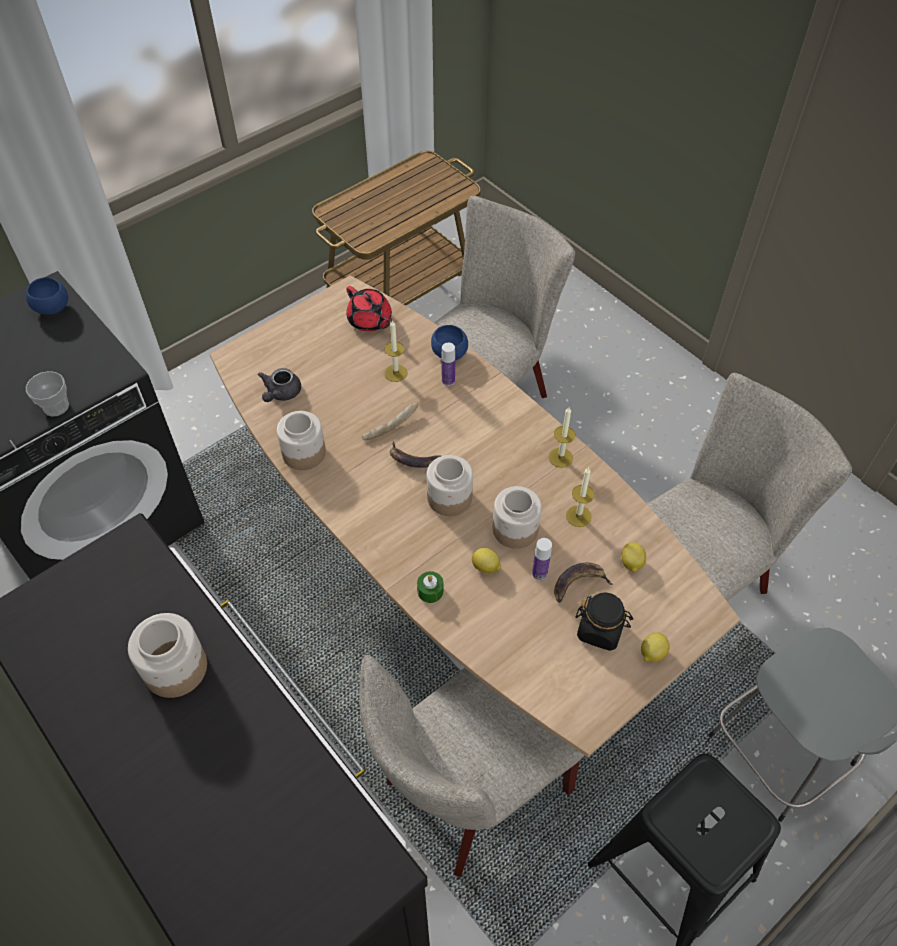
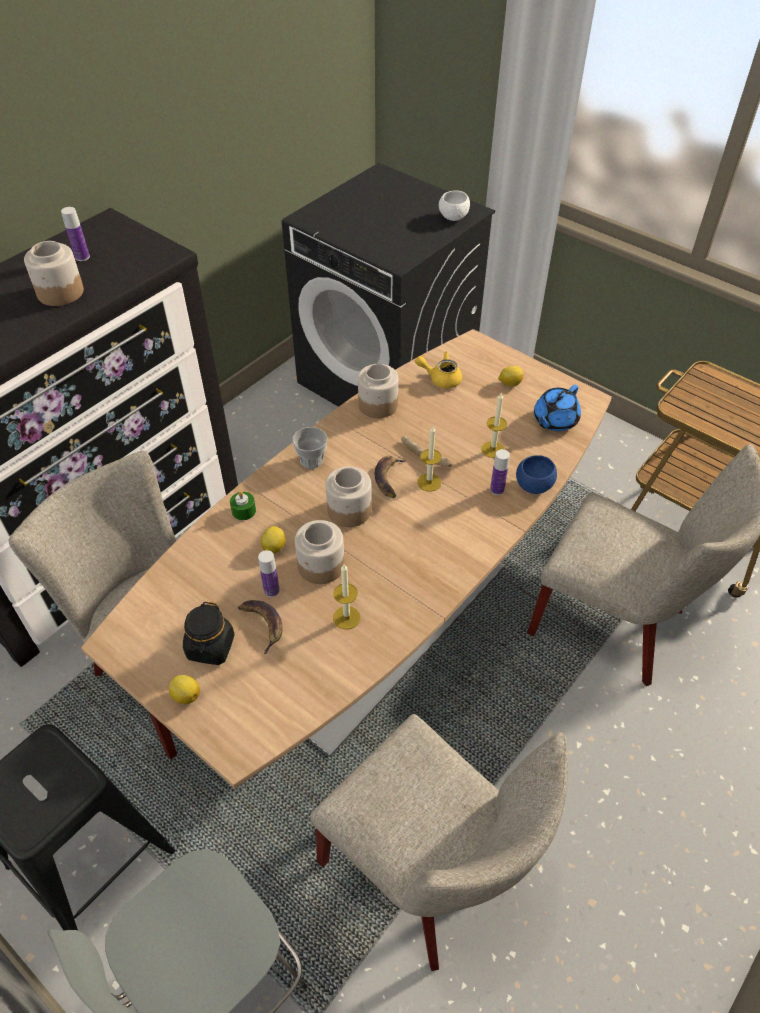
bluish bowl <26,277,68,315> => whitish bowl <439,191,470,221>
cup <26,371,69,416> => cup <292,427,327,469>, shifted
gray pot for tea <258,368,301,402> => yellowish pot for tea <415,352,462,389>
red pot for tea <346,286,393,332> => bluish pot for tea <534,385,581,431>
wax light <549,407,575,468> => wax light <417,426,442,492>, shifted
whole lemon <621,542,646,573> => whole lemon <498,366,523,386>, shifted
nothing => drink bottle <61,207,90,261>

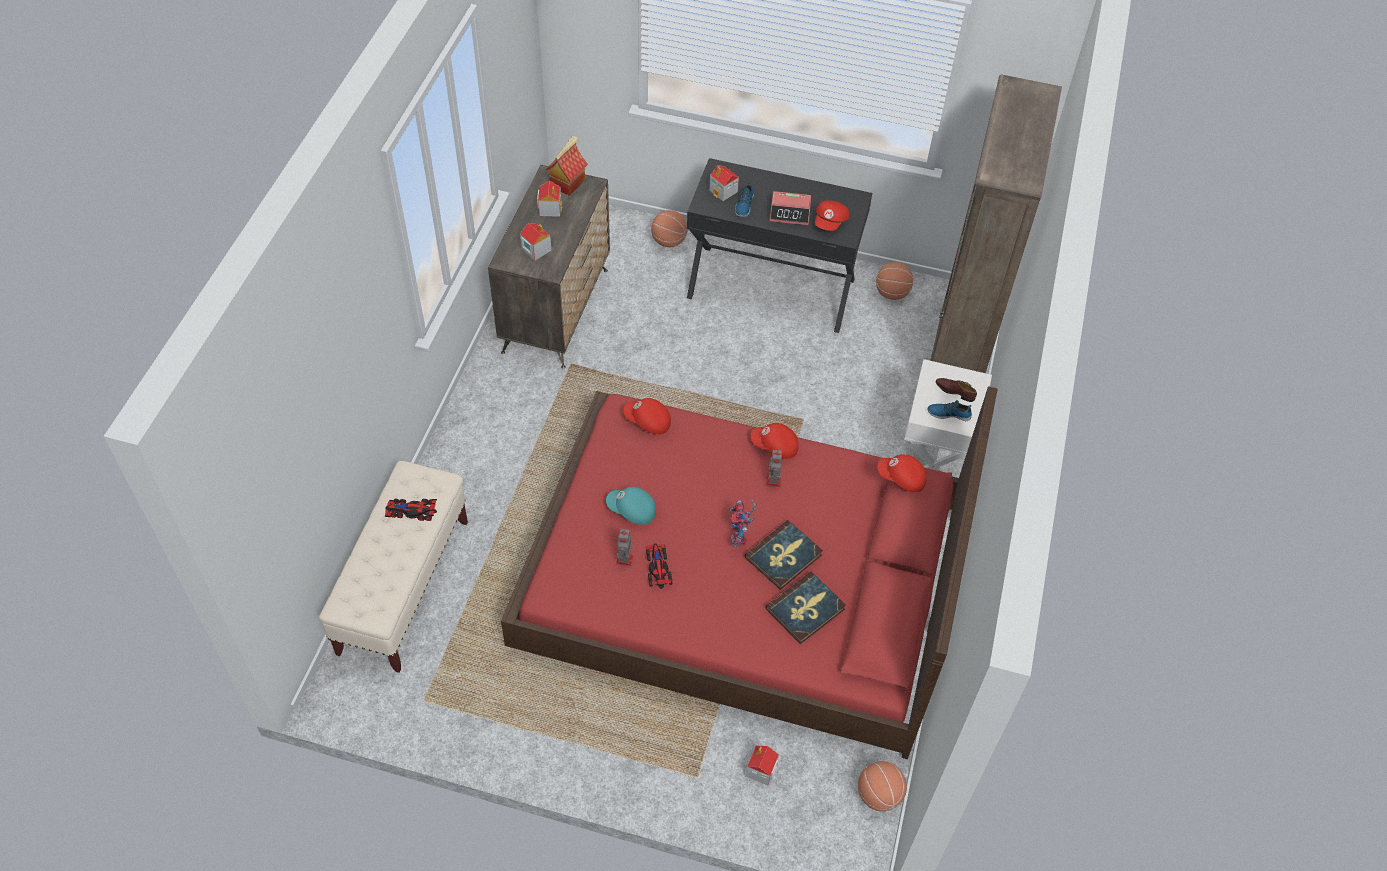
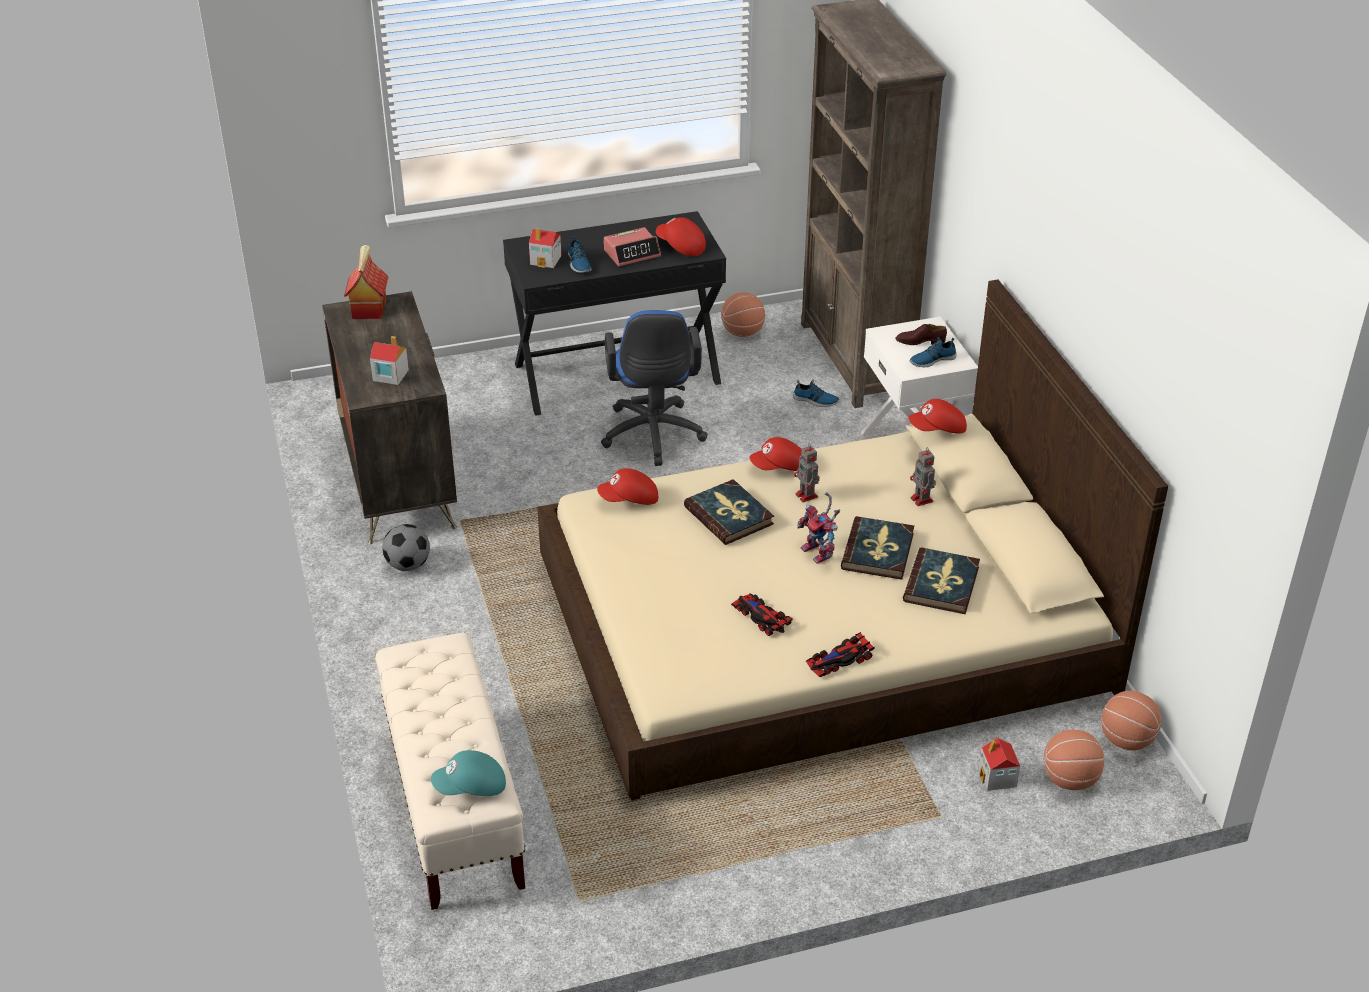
model car <385,499,437,521> => model car <806,632,875,677>, shifted
red sleeping bed <501,386,998,759> => sand-coloured sleeping bed <537,280,1168,800>
toy house <537,181,562,217> => nothing
turquoise-coloured cap <606,487,656,525> => turquoise-coloured cap <431,750,506,796>, shifted
robot figure <615,529,633,566> => robot figure <910,447,936,506>, shifted
ball for basketball <651,210,688,247> => ball for basketball <1044,730,1104,790>, shifted
red cap <815,200,850,231> => red cap <656,217,706,256>, 135 degrees clockwise
nothing => football <382,524,430,571>
nothing => bluish office chair <601,310,708,466>
nothing => volume <684,479,774,545>
nothing => low shoe <793,380,839,407>

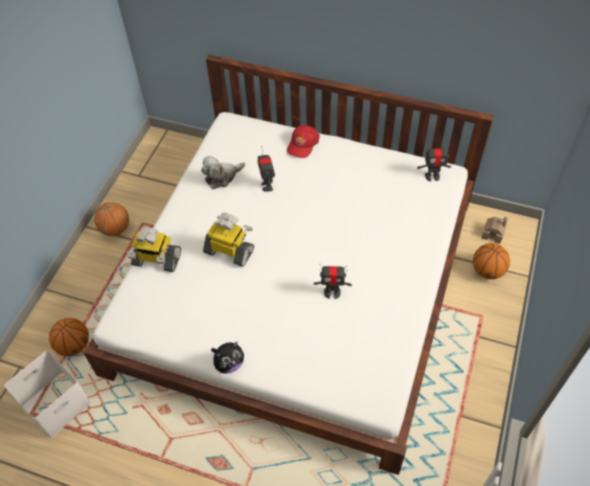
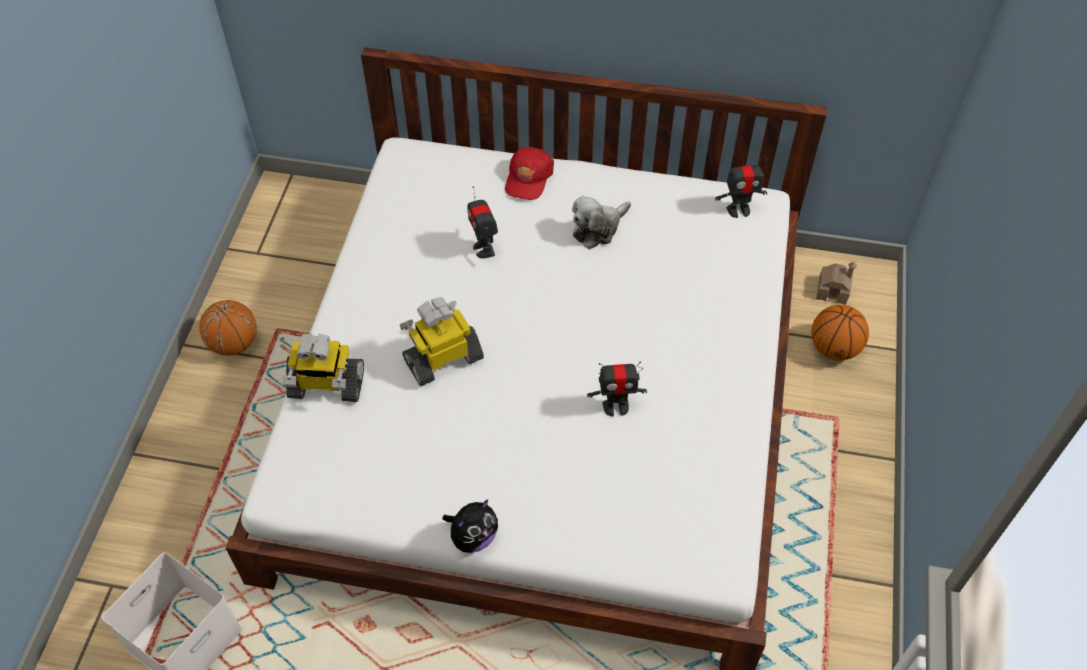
ball for basketball <49,318,89,356> => nothing
cuddly toy <201,156,245,189> => cuddly toy <572,196,631,249>, shifted
robot figure <203,213,254,267> => robot figure <400,297,484,386>, 45 degrees counterclockwise

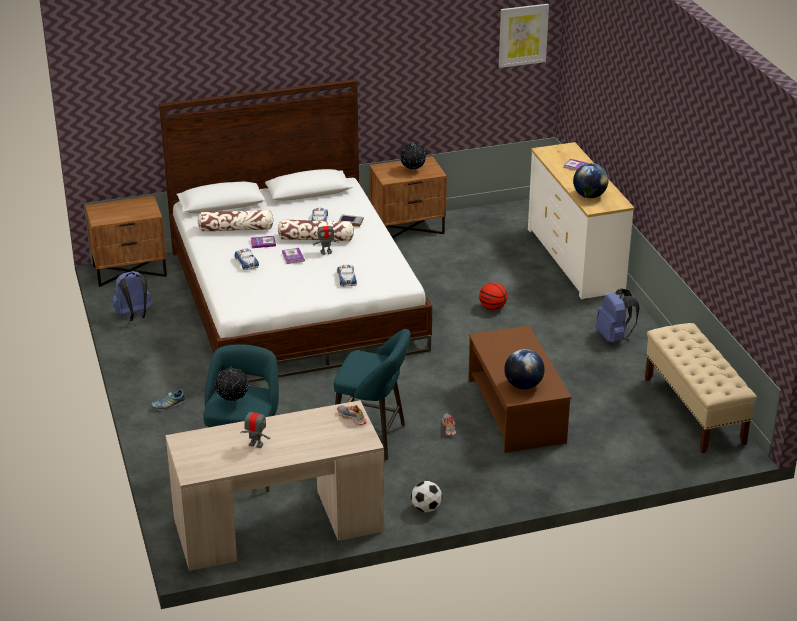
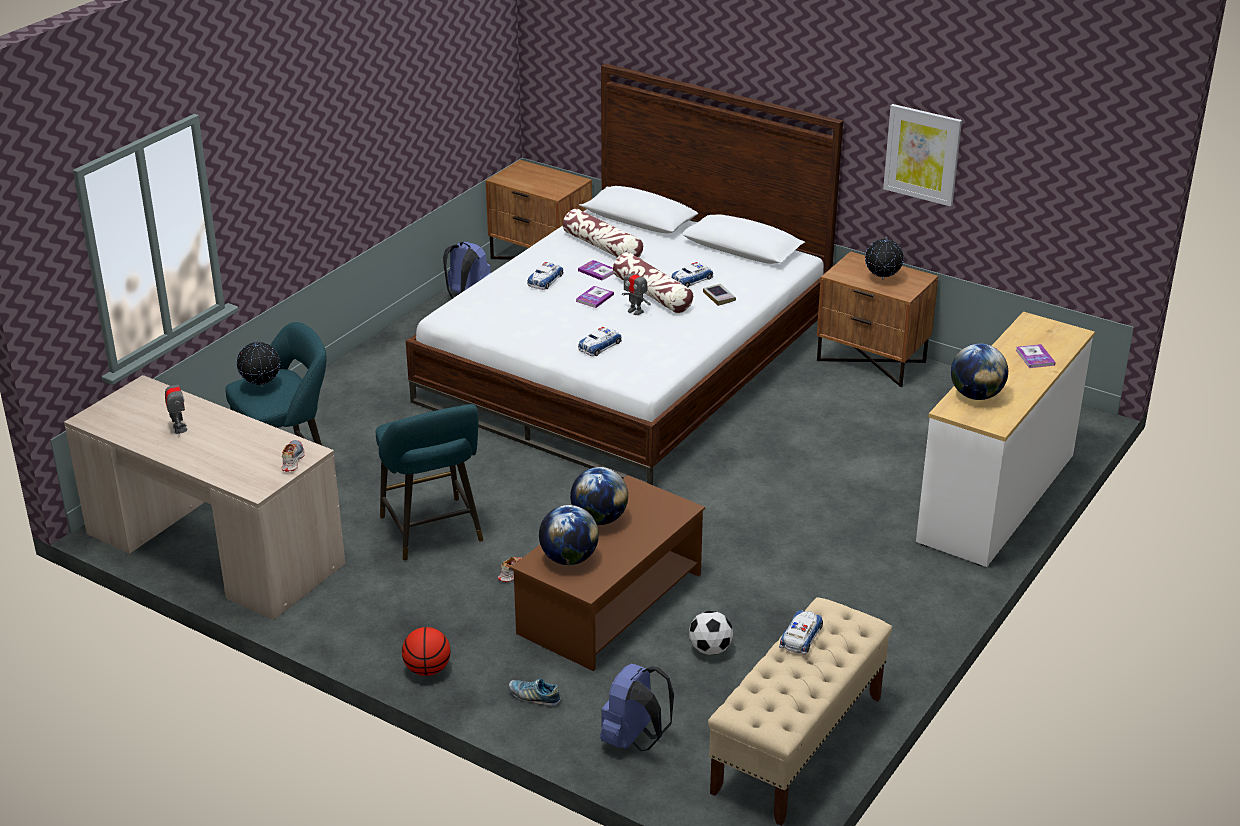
low shoe <151,389,185,410> => low shoe <509,678,561,706>, shifted
football <411,481,442,512> => football <689,611,733,655>, shifted
ball for basketball <479,282,507,310> => ball for basketball <402,627,451,676>, shifted
wall picture <499,4,549,68> => wall picture <883,104,962,206>, shifted
bluish rucksack <596,288,640,343> => bluish rucksack <600,664,674,751>, shifted
nothing => world globe <570,467,628,525>
nothing => model car <779,610,823,655>

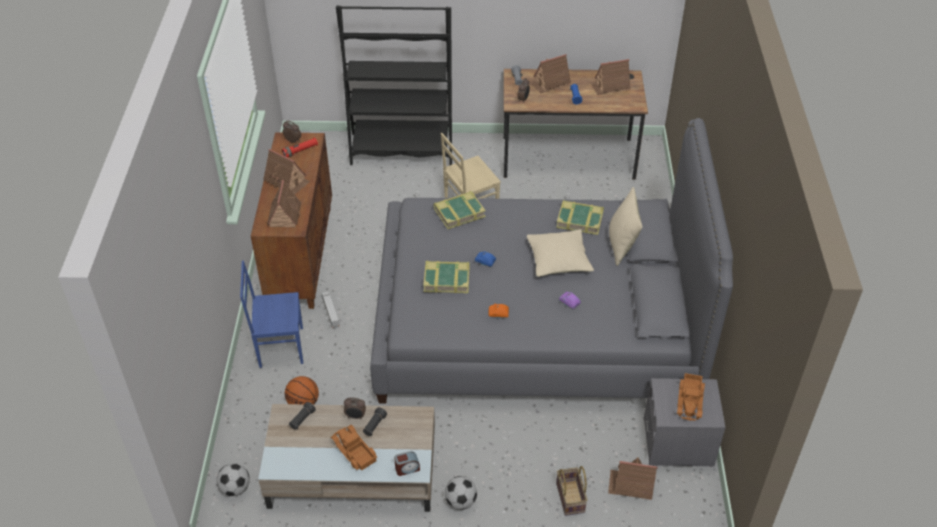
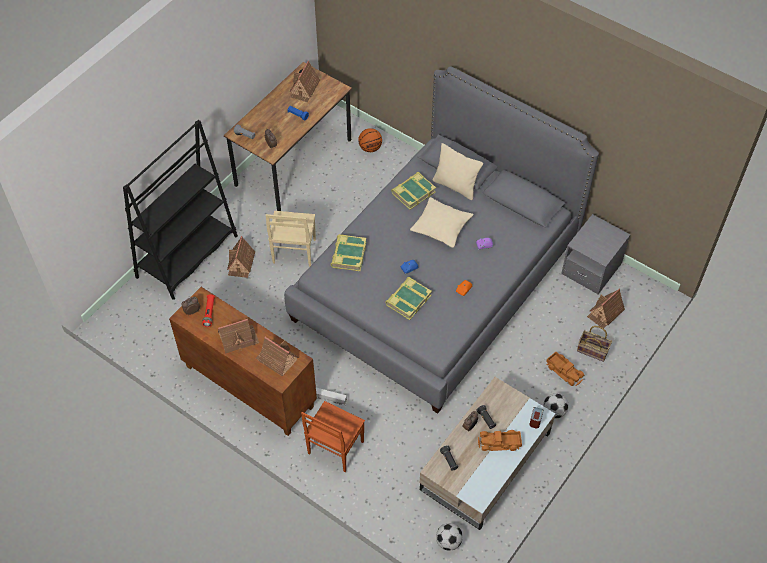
bluish upright chair <240,261,303,368> => brownish upright chair <301,401,365,472>
ball for basketball <285,376,319,405> => ball for basketball <358,128,382,152>, shifted
toy house <530,54,571,94> => toy house <227,236,255,278>, shifted
toy lorry <677,373,705,421> => toy lorry <546,352,584,386>, shifted

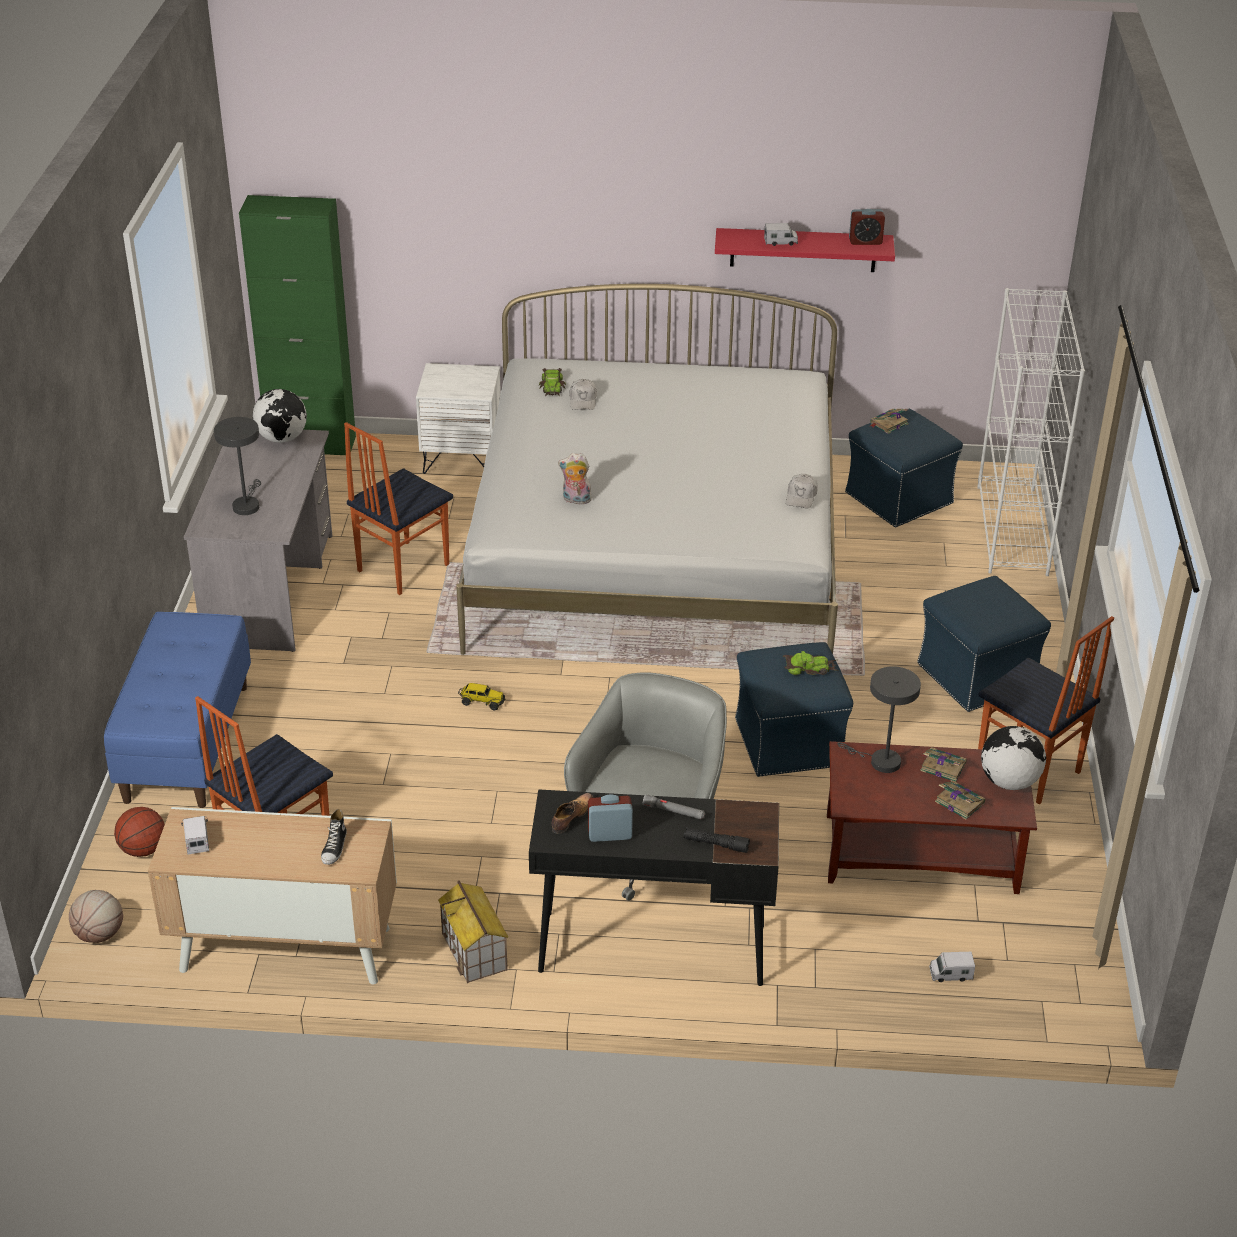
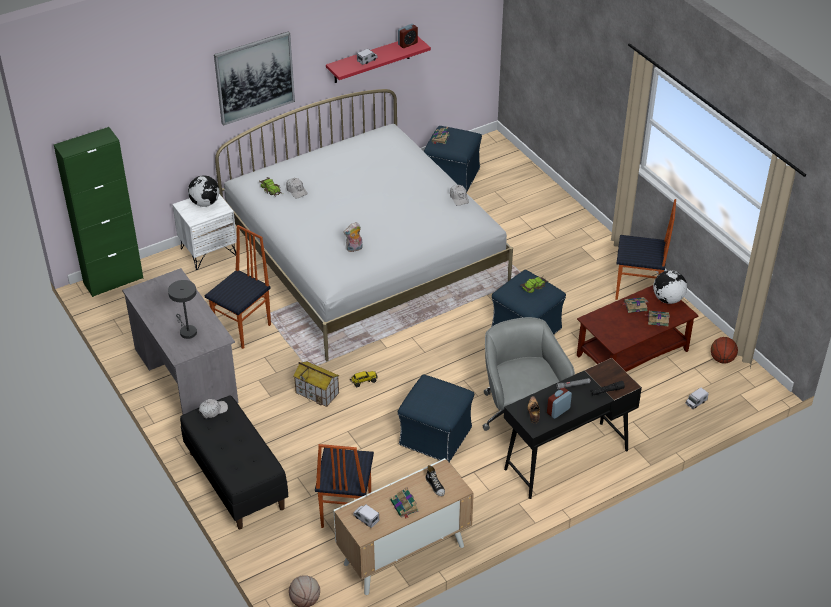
bluish indoor bench <104,612,251,808> => black-coloured indoor bench <180,395,288,529>
ball for basketball <114,807,165,857> => ball for basketball <711,337,738,364>, shifted
world globe <252,389,307,443> => world globe <188,175,220,207>, shifted
upright chair <344,422,453,595> => upright chair <205,225,271,349>, 150 degrees counterclockwise
toy house <438,880,508,983> => toy house <293,361,339,407>, shifted
gray tabletop lamp <837,666,921,773> => nothing
bluish ottoman <917,576,1051,712> => bluish ottoman <398,374,474,462>, shifted
whitish bookshelf <977,288,1085,576> => nothing
nothing => whitish cap <199,399,228,419>
nothing => wall picture <214,32,295,126>
nothing => volume <391,487,418,518>

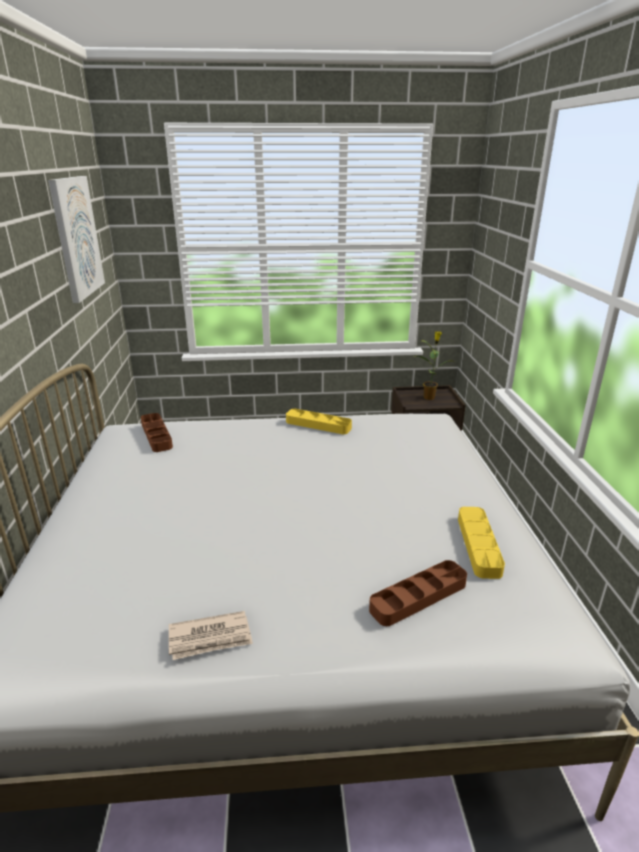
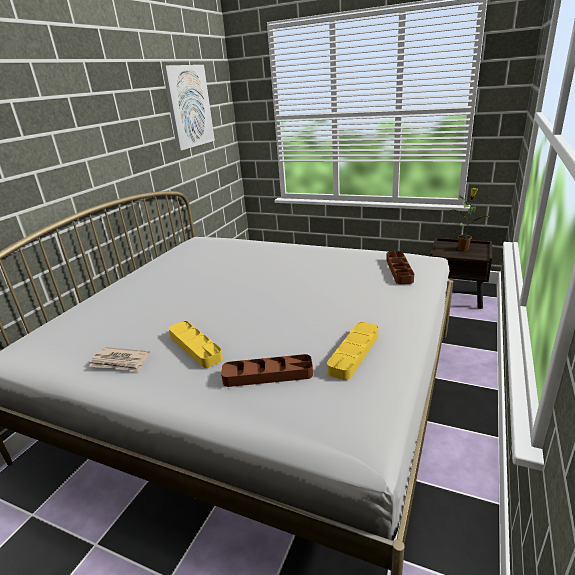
brownish tray <141,413,173,452> => brownish tray <386,251,414,284>, shifted
yellowish tray <286,409,352,434> => yellowish tray <168,321,223,368>, shifted

